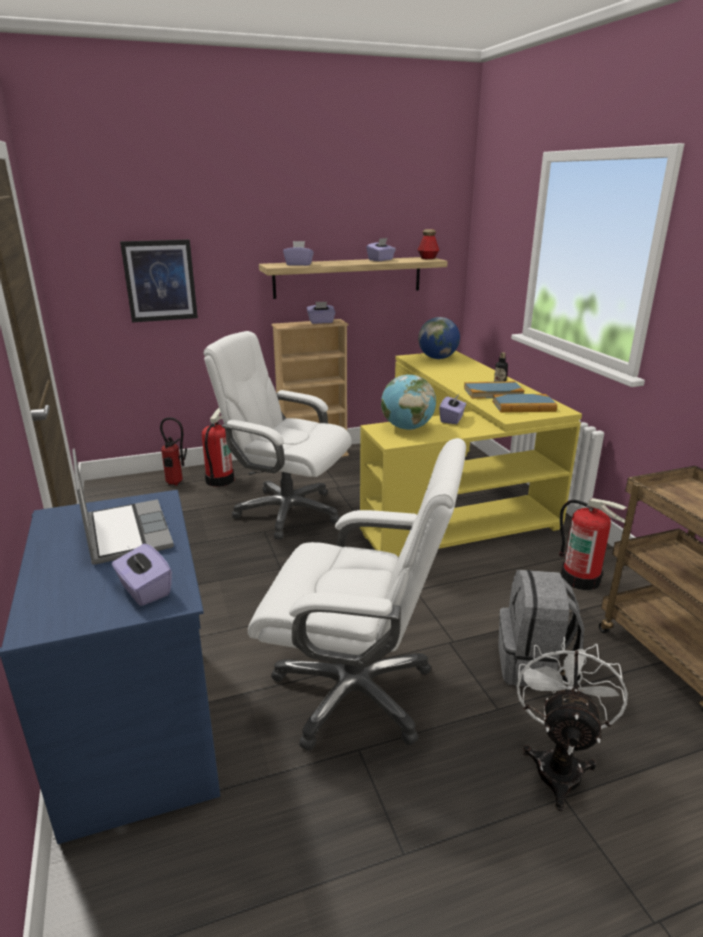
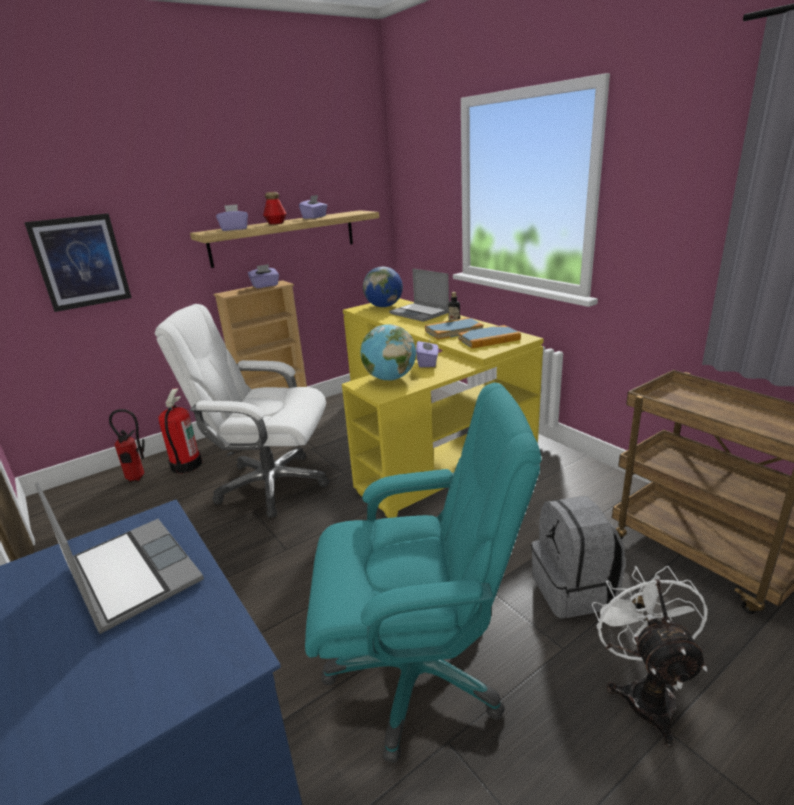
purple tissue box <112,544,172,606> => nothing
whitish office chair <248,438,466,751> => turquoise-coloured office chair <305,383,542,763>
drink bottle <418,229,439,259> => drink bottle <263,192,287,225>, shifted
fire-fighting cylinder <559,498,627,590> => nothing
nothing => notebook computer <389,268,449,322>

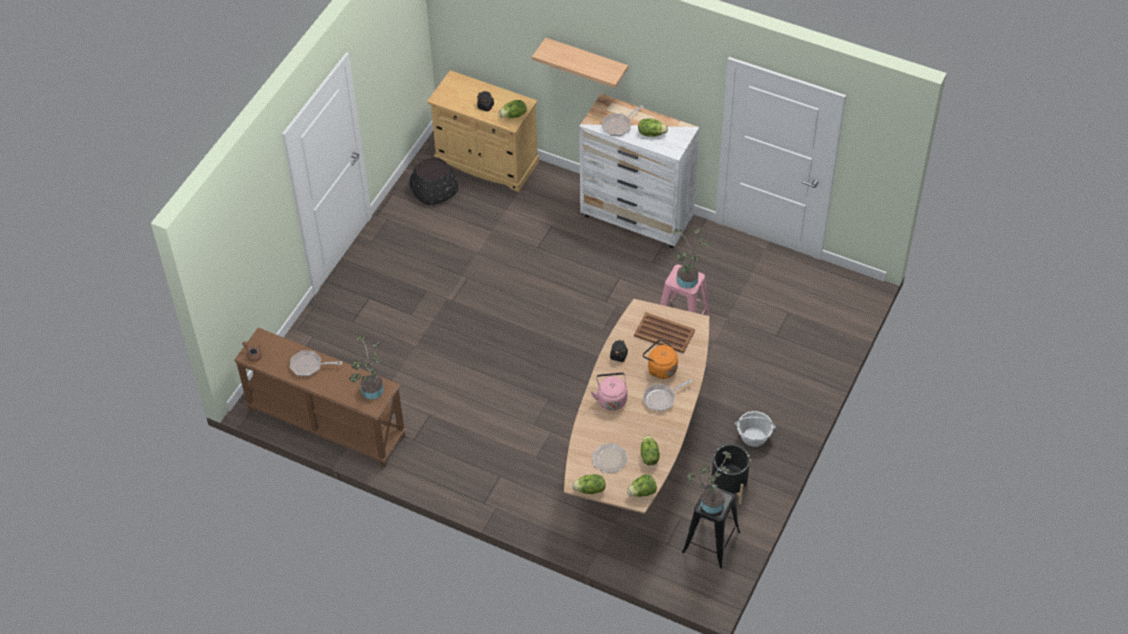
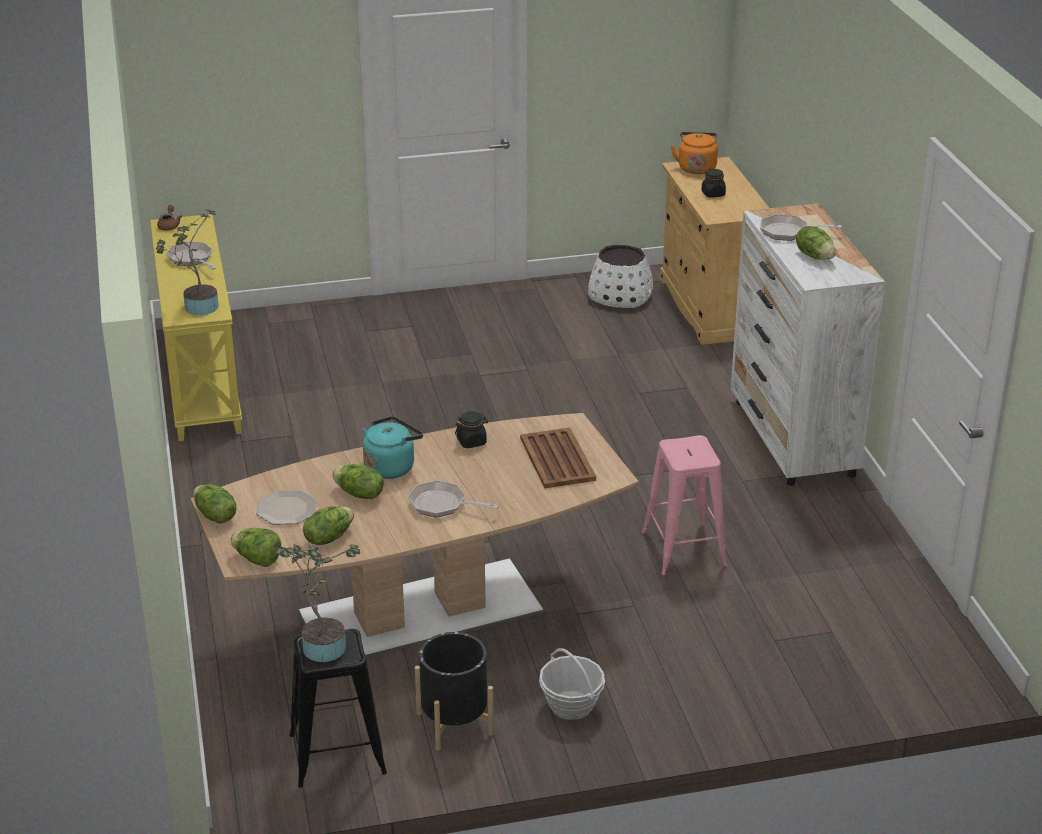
brownish hall table <234,328,406,468> => yellowish hall table <150,214,242,441>
black-coloured planter <410,156,458,205> => whitish planter <588,245,653,308>
lettuce <499,100,527,118> => lettuce <332,464,384,499>, shifted
bracket shelf <532,37,628,88> => nothing
pinkish kettle <591,372,627,411> => turquoise-coloured kettle <363,416,423,479>
orange-coloured kettle <643,339,678,379> => orange-coloured kettle <671,132,718,174>, shifted
houseplant <672,228,709,289> => nothing

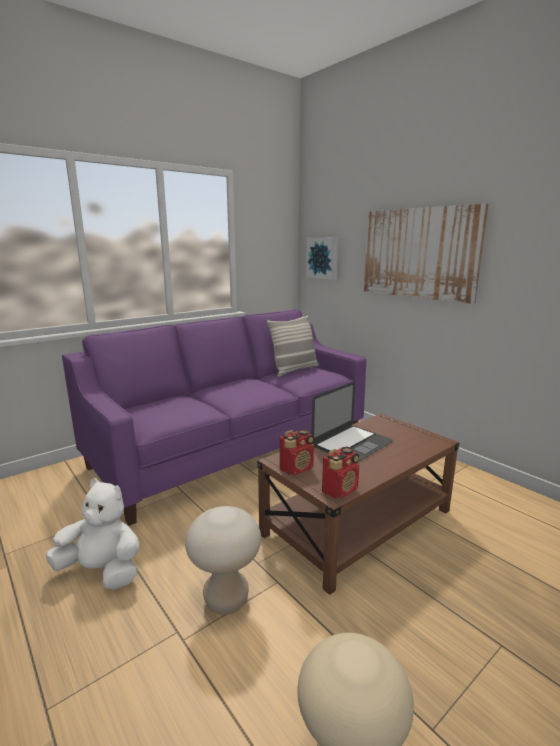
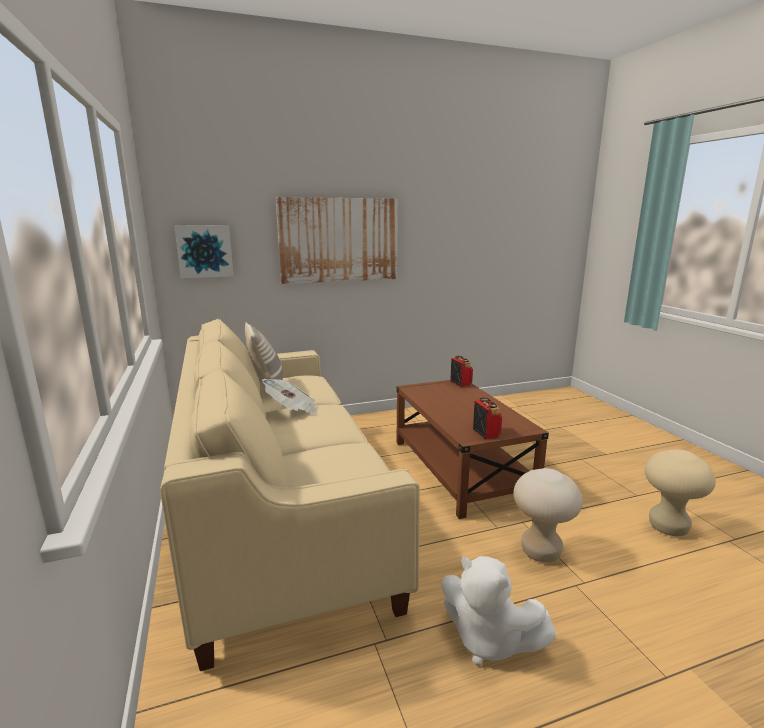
whitish cuddly toy <46,478,139,589> => whitish cuddly toy <441,556,557,665>, 90 degrees counterclockwise
purple sofa <62,309,366,526> => sand-coloured sofa <160,319,420,671>
notebook computer <311,382,393,463> => nothing
radio <322,447,359,499> => radio <450,356,473,387>, shifted
nothing => newspaper <262,379,318,414>

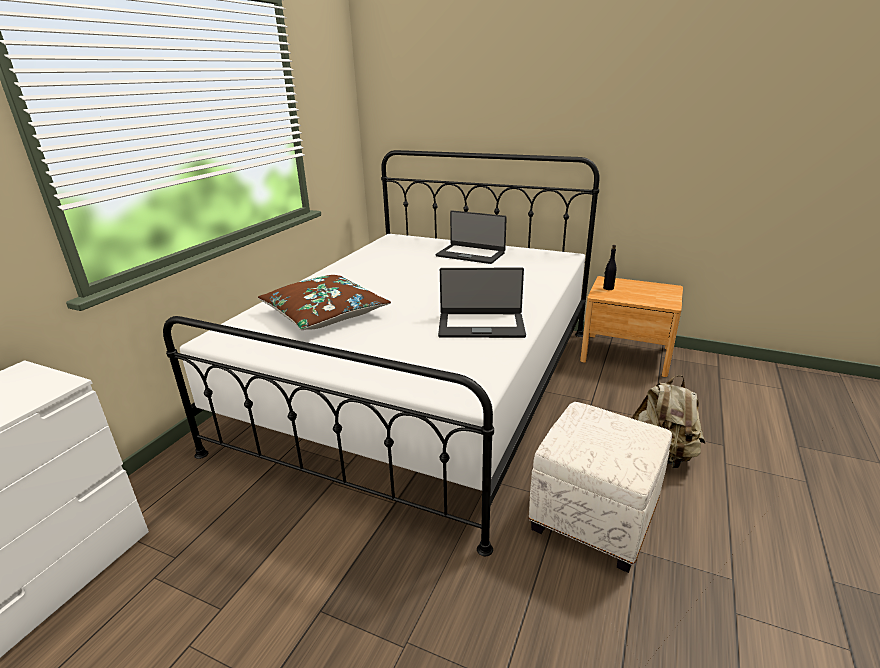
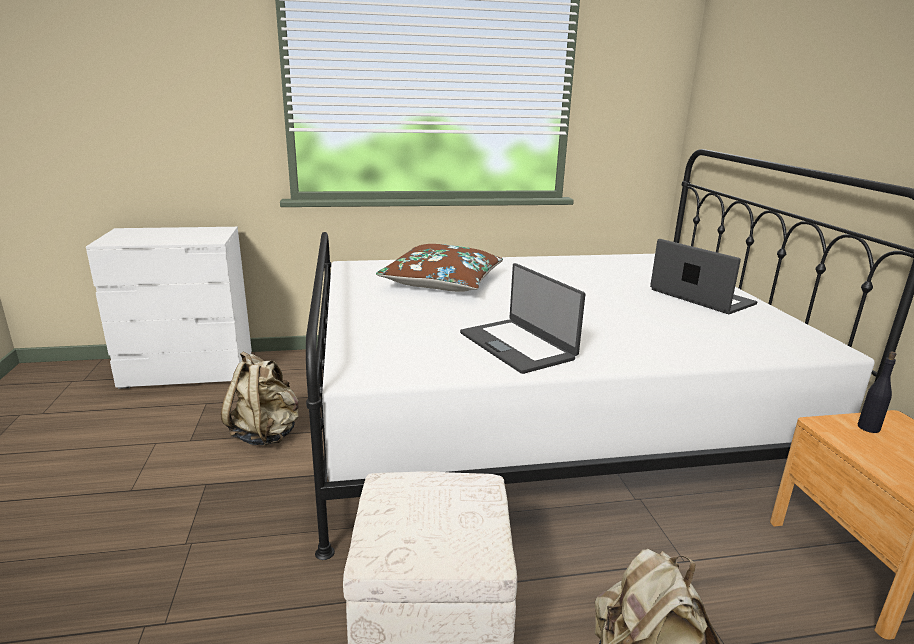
notebook computer <436,211,507,264> => notebook computer <650,239,757,314>, 150 degrees clockwise
nothing => sand-coloured rucksack <221,351,299,445>

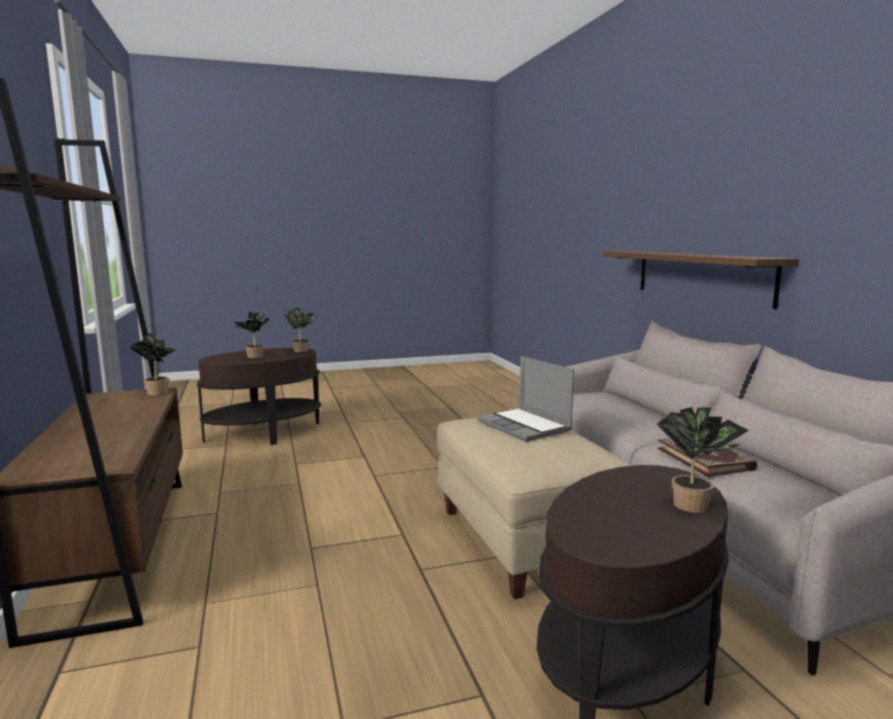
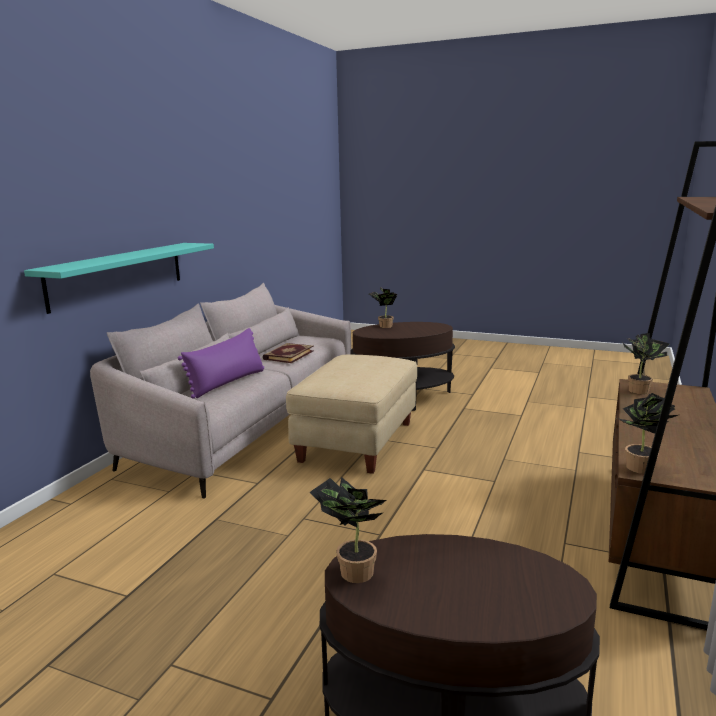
houseplant <234,312,270,358> => houseplant <621,333,670,394>, shifted
notebook computer <477,356,574,442> => nothing
brownish bracket shelf <603,251,799,309> => turquoise-coloured bracket shelf <24,243,214,314>
nothing => purple cushion <178,328,264,399>

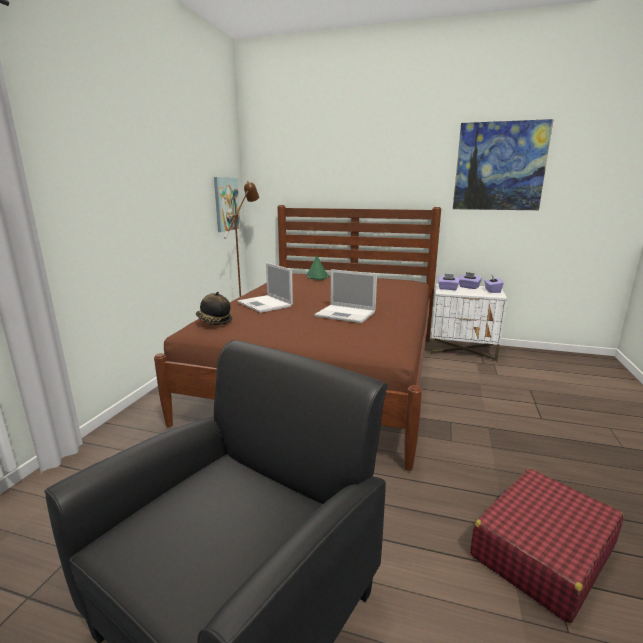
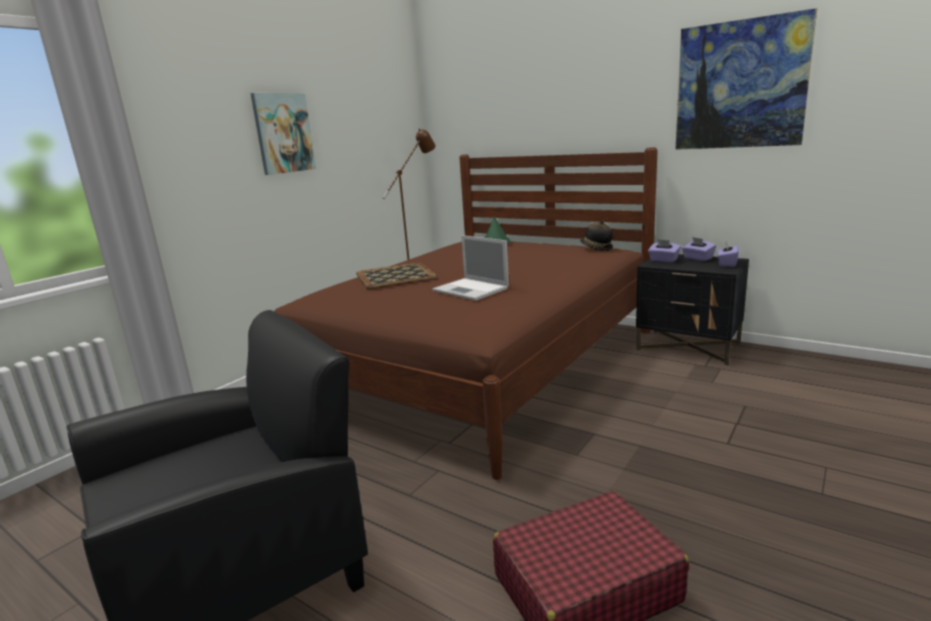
hat <196,292,232,325> => hat <580,220,613,251>, shifted
wall picture <214,177,241,232> => wall picture <251,93,316,175>, shifted
notebook computer <238,263,293,313> => tray <356,263,437,289>
whitish nightstand <430,283,507,362> => black-coloured nightstand <636,254,749,365>

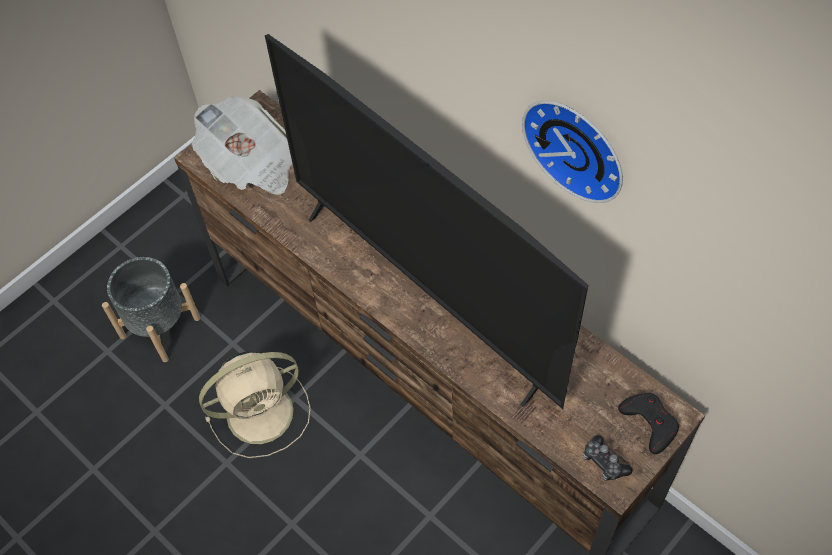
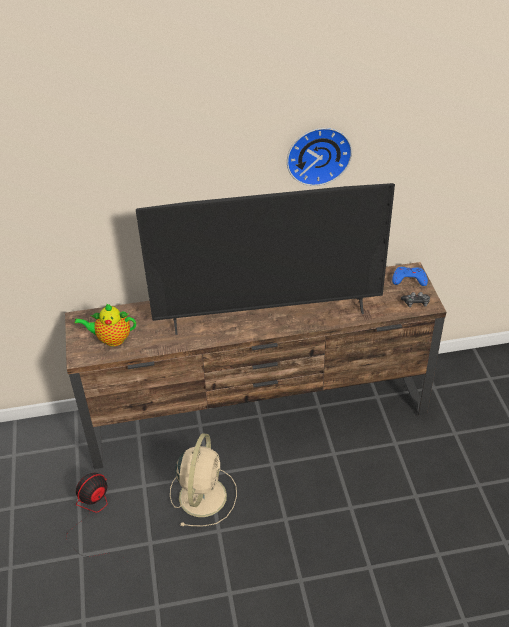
gray planter <102,257,200,362> => cooling fan <66,473,129,563>
newspaper <192,97,292,195> => pot for tea <74,303,136,346>
black-coloured joypad <618,393,679,454> => bluish joypad <392,267,428,286>

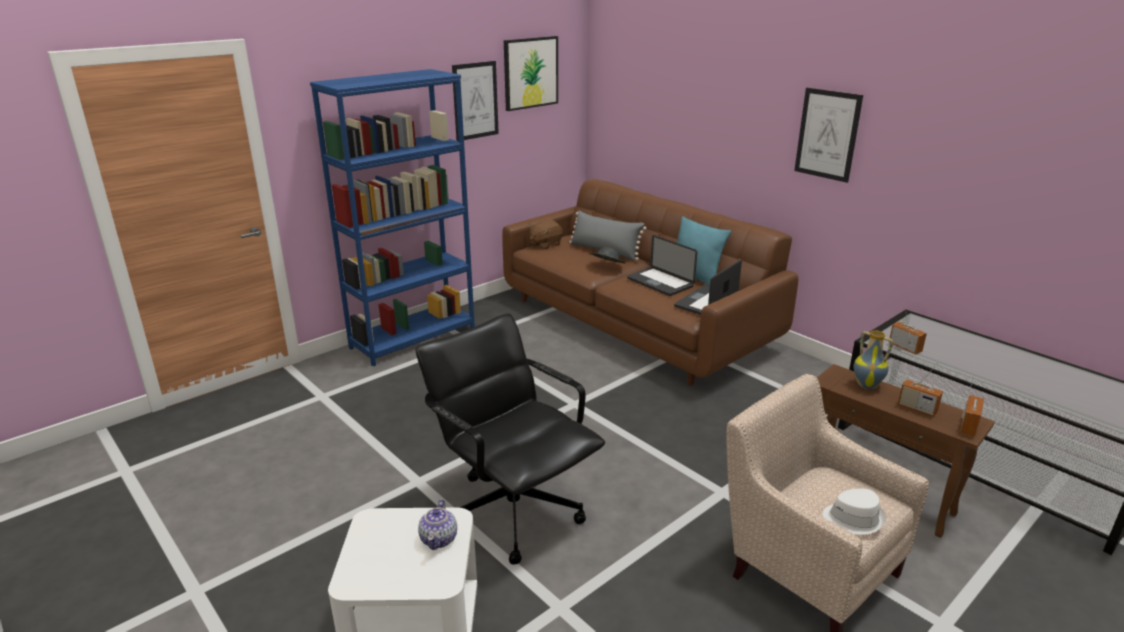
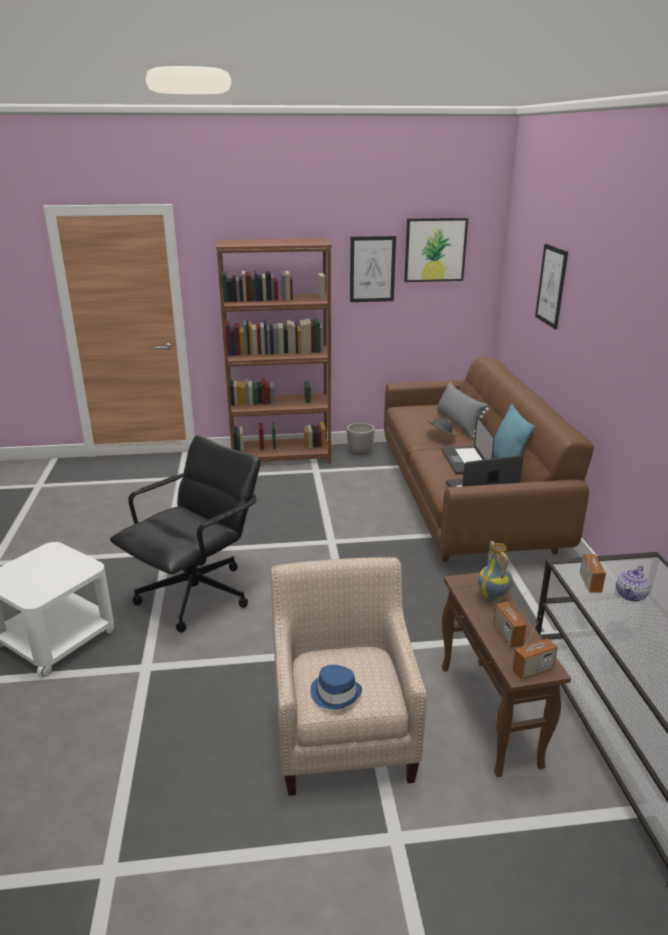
bluish bookshelf <310,69,475,366> => brownish bookshelf <216,238,331,464>
black-coloured office chair <416,313,605,565> => black-coloured office chair <110,435,261,633>, 45 degrees clockwise
pot for tea <418,499,457,550> => pot for tea <616,566,651,602>, shifted
brownish cuddly toy <529,220,563,250> => nothing
wall picture <794,88,863,183> => wall picture <535,244,568,329>, shifted
whitish hat <822,488,886,535> => bluish hat <310,665,362,709>
nothing => planter <347,423,374,455>

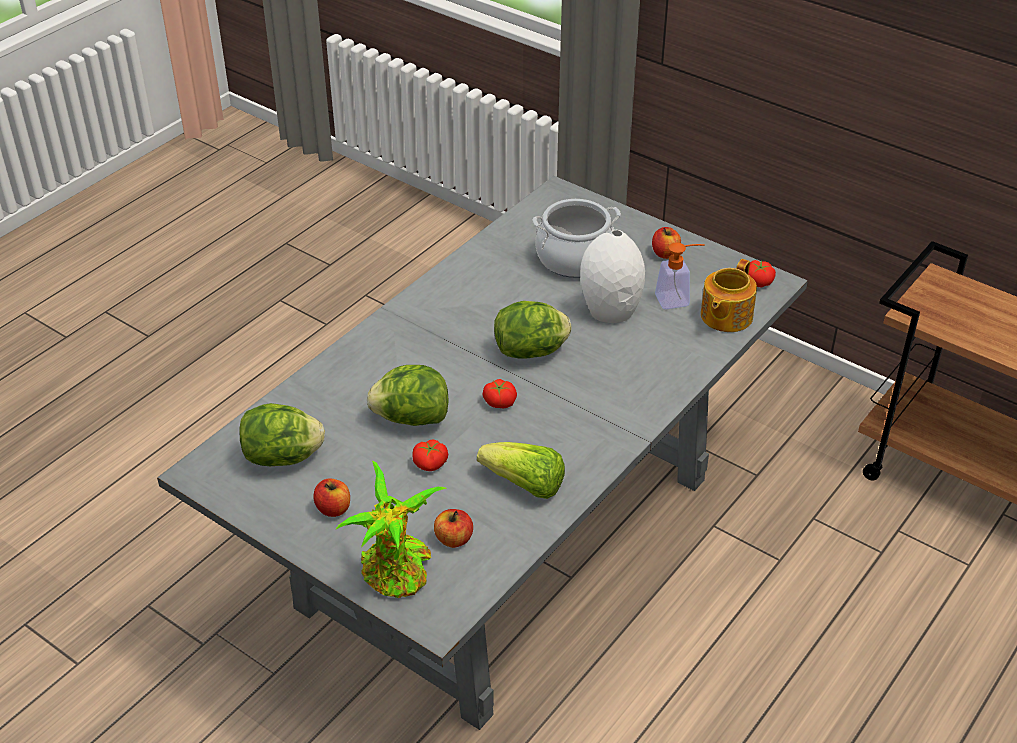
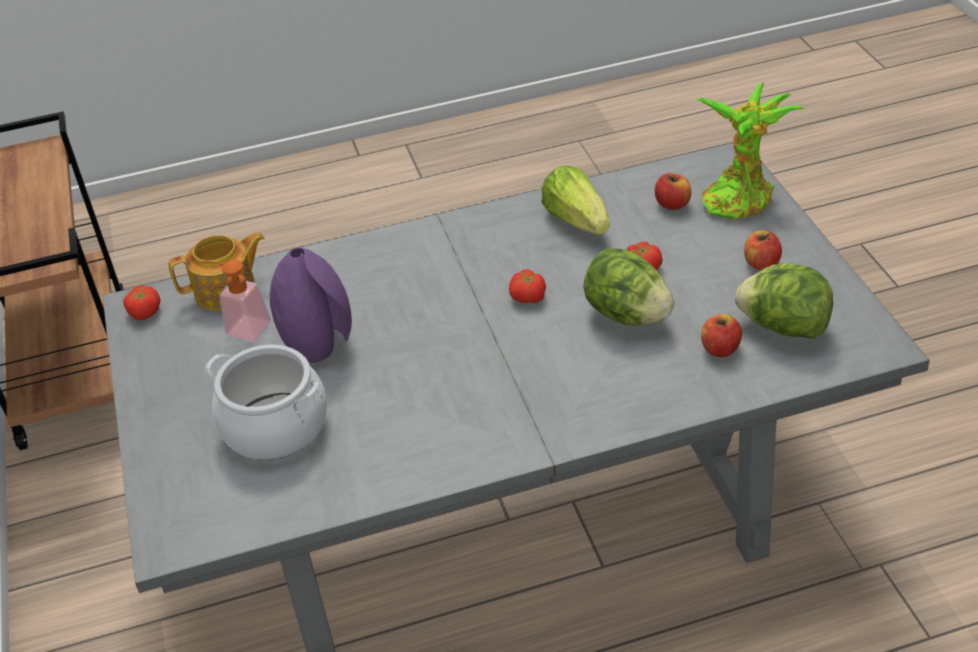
lettuce <494,301,572,359> => nothing
whitish decorative vase <580,230,645,323> => purple decorative vase <270,247,352,363>
apple fruit <652,227,681,259> => apple fruit <701,314,742,357>, shifted

